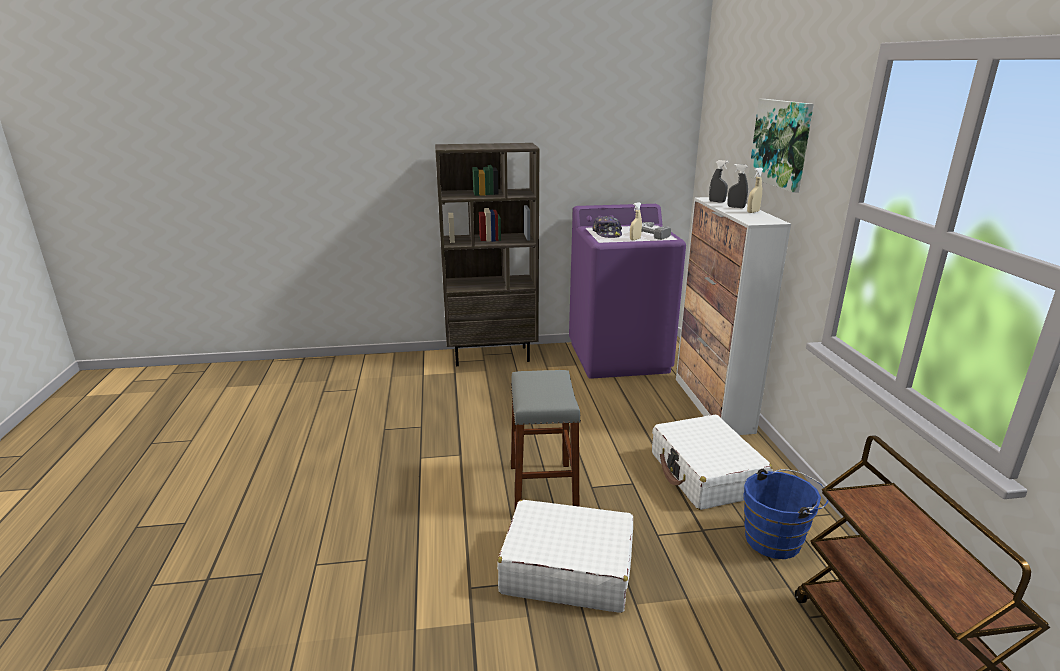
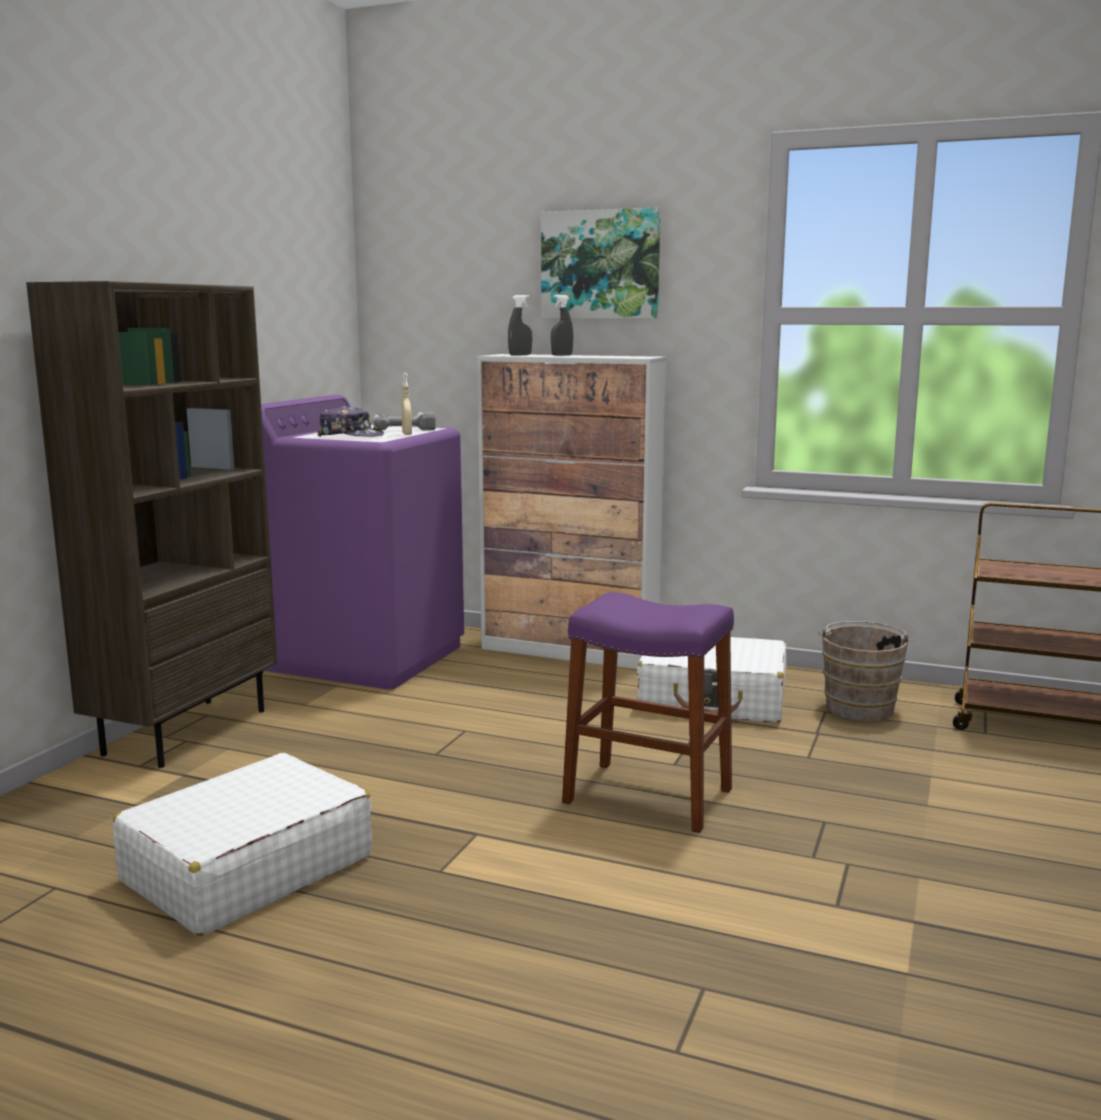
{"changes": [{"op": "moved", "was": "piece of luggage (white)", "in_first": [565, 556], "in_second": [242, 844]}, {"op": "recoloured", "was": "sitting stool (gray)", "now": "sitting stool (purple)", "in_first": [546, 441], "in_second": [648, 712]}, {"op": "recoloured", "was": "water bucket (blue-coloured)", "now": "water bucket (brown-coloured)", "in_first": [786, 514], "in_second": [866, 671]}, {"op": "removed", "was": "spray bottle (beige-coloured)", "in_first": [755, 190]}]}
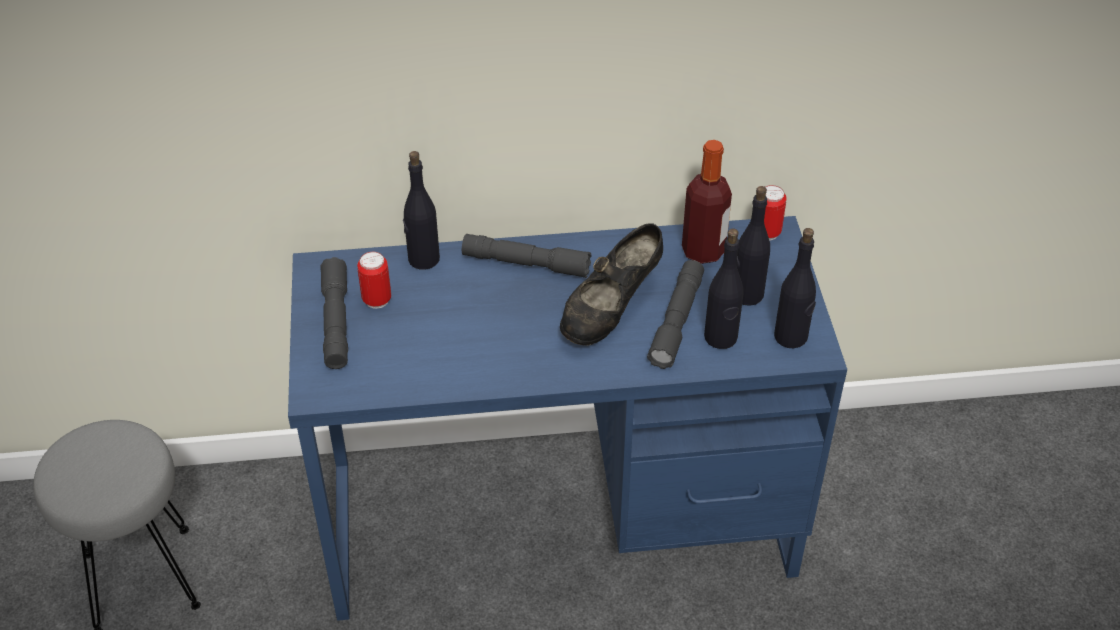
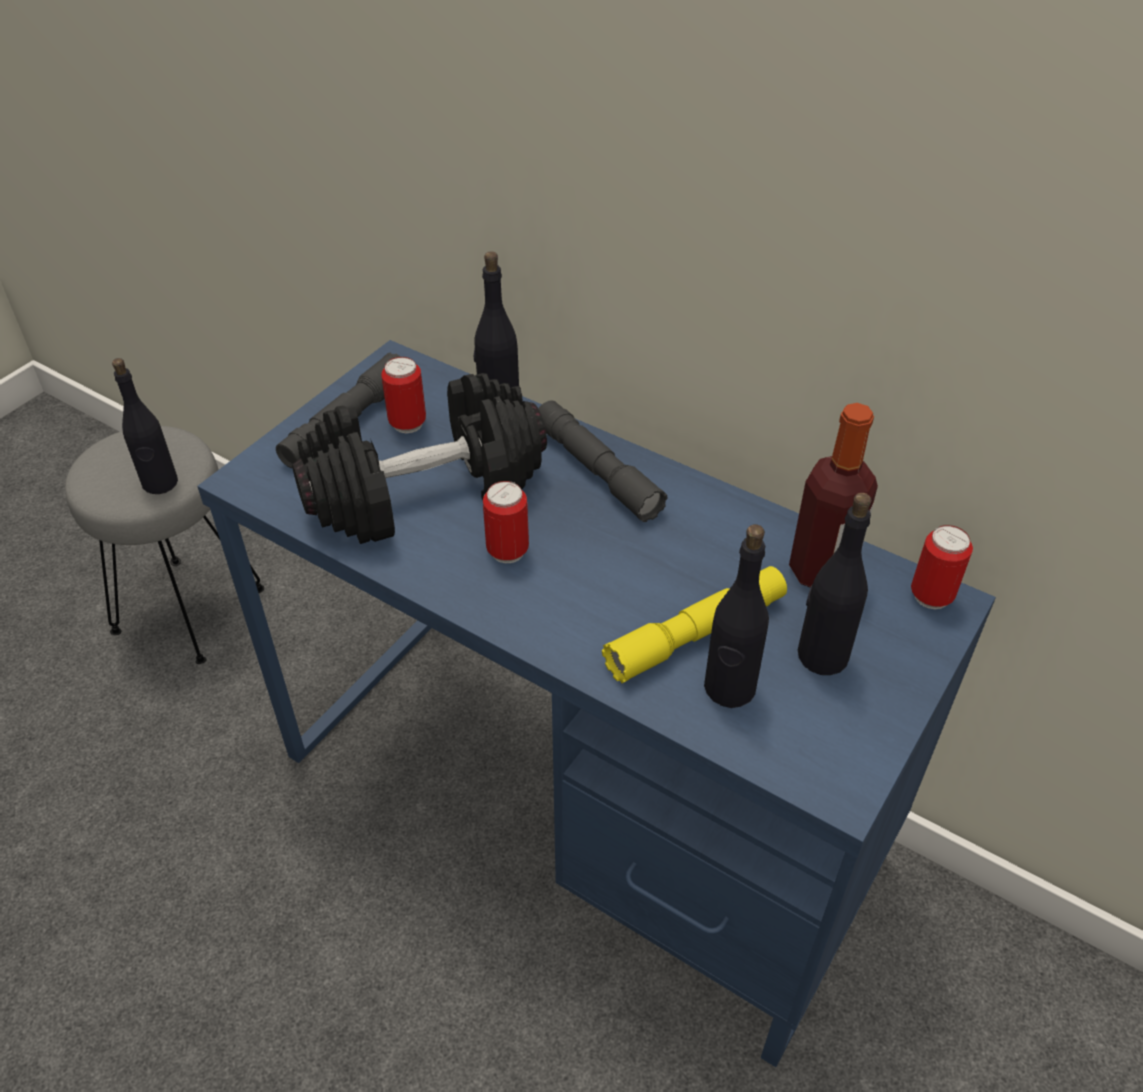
{"changes": [{"op": "moved", "was": "beverage bottle (black)", "in_first": [795, 288], "in_second": [145, 426]}, {"op": "added", "now": "free weight (black)", "in_second": [419, 458]}, {"op": "added", "now": "can", "in_second": [506, 522]}, {"op": "recoloured", "was": "torch (gray)", "now": "torch (yellow-coloured)", "in_first": [675, 314], "in_second": [694, 624]}, {"op": "removed", "was": "low shoe (black)", "in_first": [611, 284]}]}
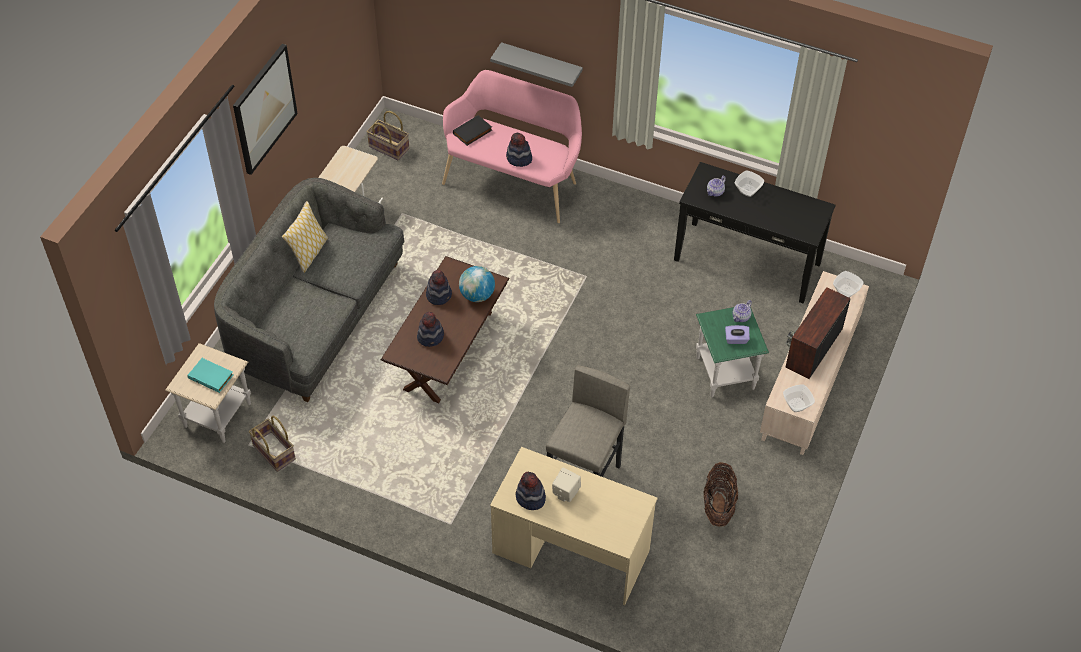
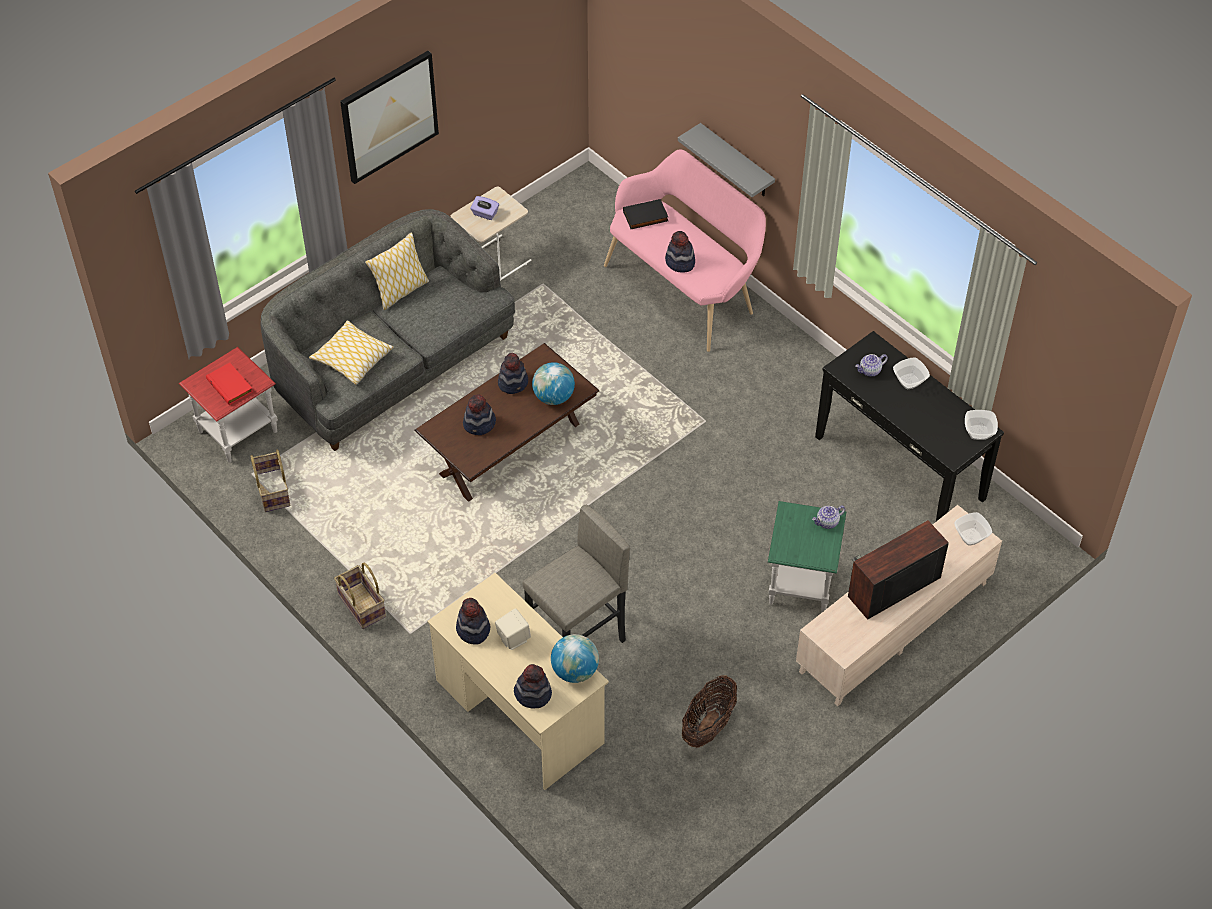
{"changes": [{"op": "recoloured", "was": "accent table (beige-coloured)", "now": "accent table (red)", "in_first": [208, 393], "in_second": [228, 405]}, {"op": "recoloured", "was": "book (blue-green)", "now": "book (red)", "in_first": [210, 375], "in_second": [229, 384]}, {"op": "added", "now": "throw pillow", "in_second": [351, 352]}, {"op": "moved", "was": "household basket", "in_first": [387, 136], "in_second": [360, 595]}, {"op": "moved", "was": "box of tissues (purple)", "in_first": [737, 334], "in_second": [484, 208]}, {"op": "added", "now": "hat", "in_second": [533, 686]}, {"op": "added", "now": "desk globe", "in_second": [575, 658]}, {"op": "moved", "was": "deep dish", "in_first": [799, 398], "in_second": [981, 425]}]}
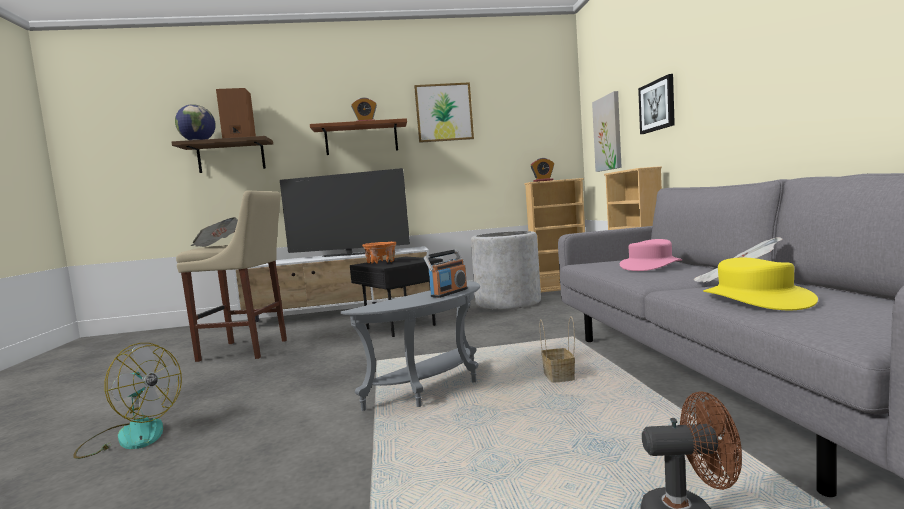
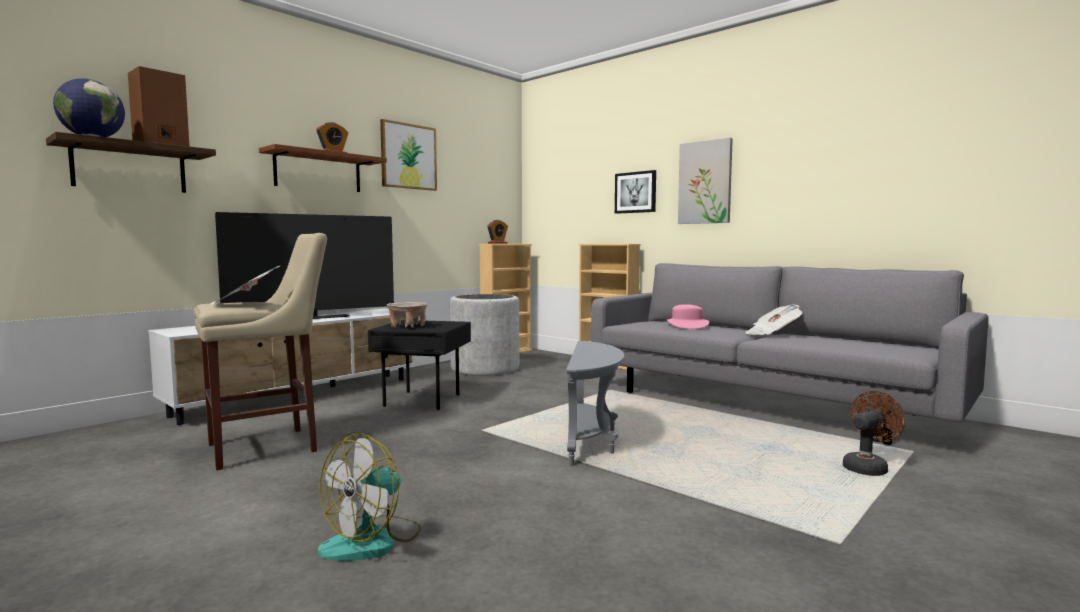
{"changes": [{"op": "turned", "was": "electric fan", "in_first": [127, 401], "in_second": [369, 497], "clockwise": 150}, {"op": "recoloured", "was": "deep dish (orange)", "now": "deep dish (beige-coloured)", "in_first": [379, 253], "in_second": [407, 315]}, {"op": "moved", "was": "wall art", "in_first": [607, 131], "in_second": [705, 181]}, {"op": "removed", "was": "radio", "in_first": [446, 273]}, {"op": "removed", "was": "household basket", "in_first": [557, 349]}, {"op": "removed", "was": "hat (yellow-coloured)", "in_first": [760, 284]}]}
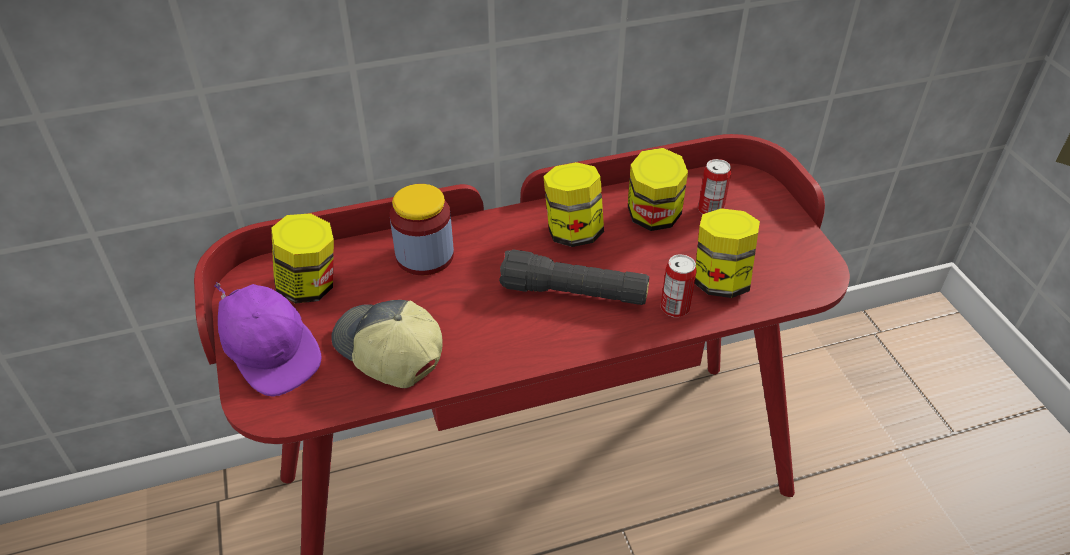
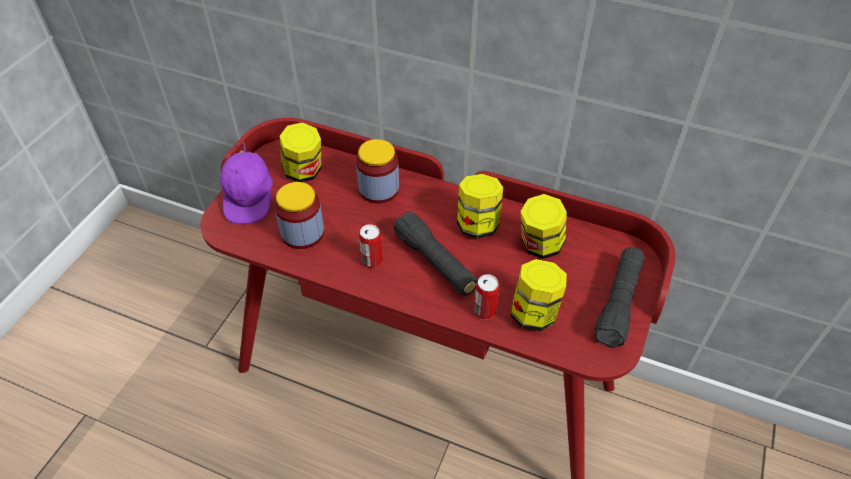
{"changes": [{"op": "replaced", "was": "baseball cap", "now": "preserve jar", "in_first": [386, 344], "in_second": [299, 215]}, {"op": "moved", "was": "can", "in_first": [714, 186], "in_second": [371, 246]}, {"op": "added", "now": "torch (black)", "in_second": [619, 297]}]}
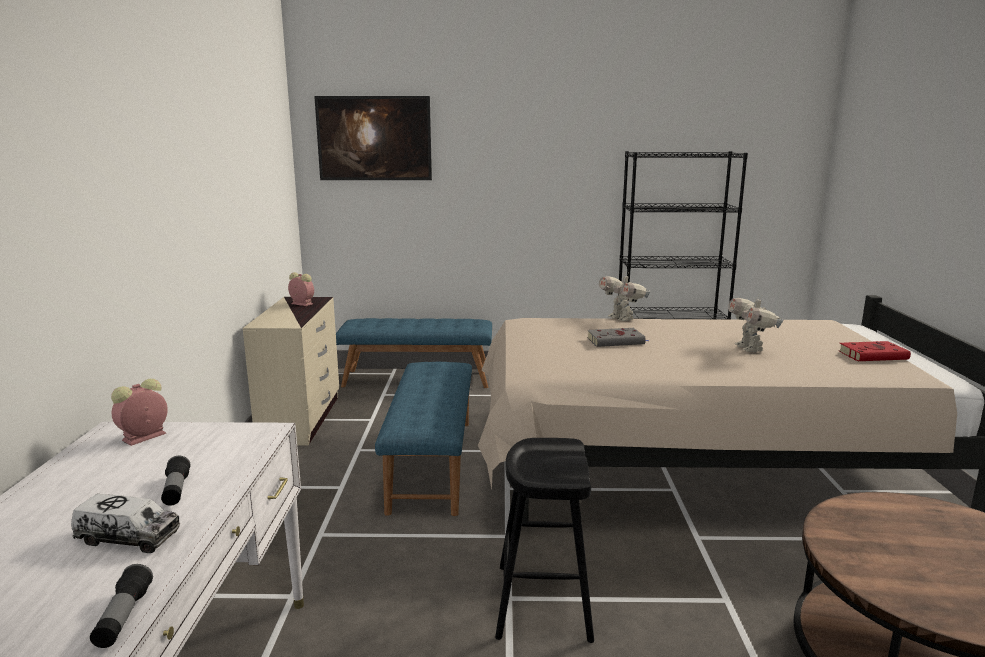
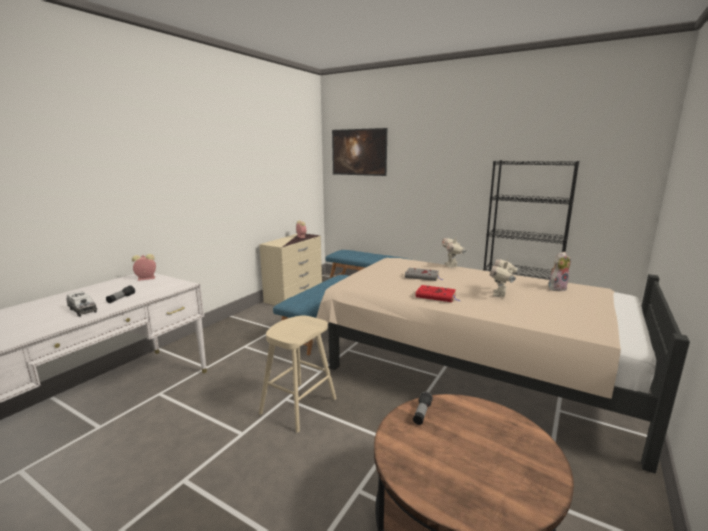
{"changes": [{"op": "recoloured", "was": "sitting stool (black)", "now": "sitting stool (beige-coloured)", "in_first": [544, 540], "in_second": [298, 374]}, {"op": "moved", "was": "torch", "in_first": [121, 606], "in_second": [423, 408]}, {"op": "moved", "was": "book (red)", "in_first": [874, 351], "in_second": [437, 293]}, {"op": "added", "now": "plush toy", "in_second": [560, 271]}]}
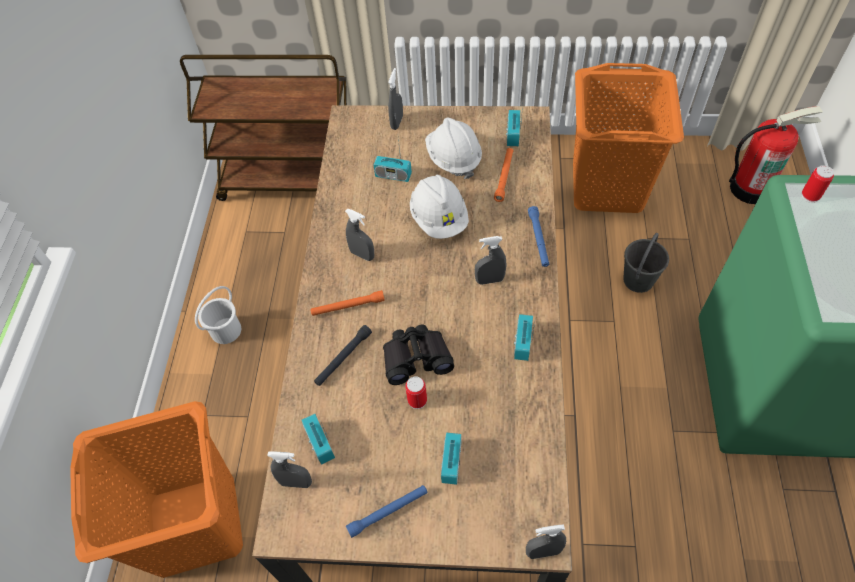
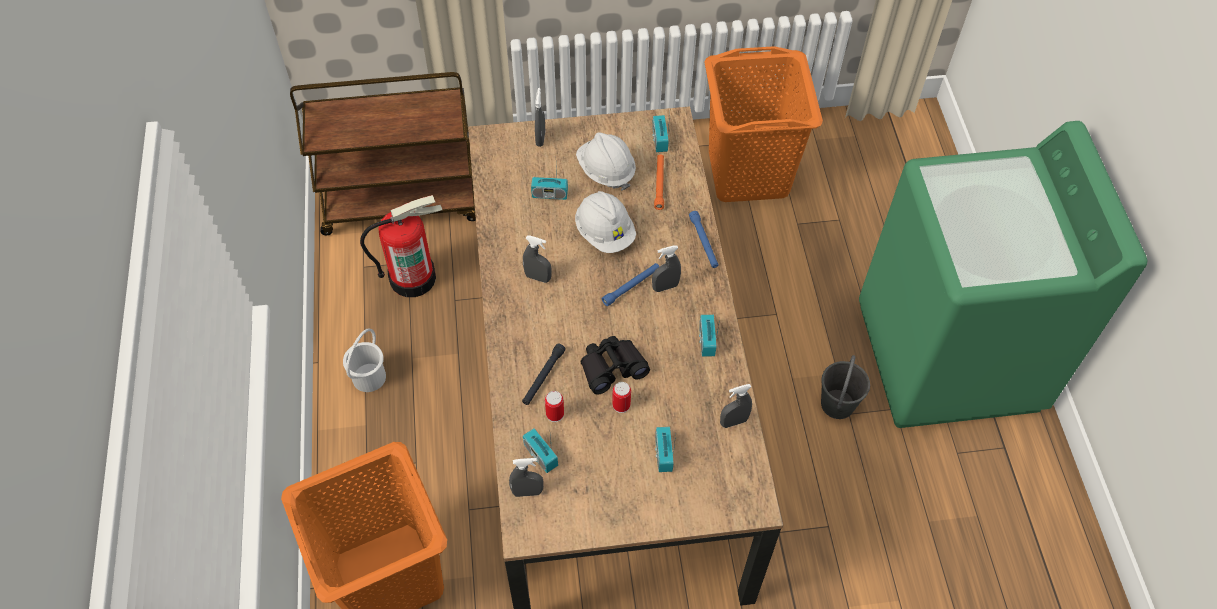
{"changes": [{"op": "moved", "was": "fire extinguisher", "in_first": [776, 155], "in_second": [401, 246]}, {"op": "moved", "was": "can", "in_first": [817, 184], "in_second": [554, 406]}, {"op": "moved", "was": "torch (blue-coloured)", "in_first": [386, 511], "in_second": [631, 284]}, {"op": "moved", "was": "spray bottle (gray)", "in_first": [546, 542], "in_second": [736, 406]}, {"op": "moved", "was": "water bucket (gray)", "in_first": [646, 263], "in_second": [845, 387]}, {"op": "removed", "was": "torch (orange)", "in_first": [348, 303]}]}
